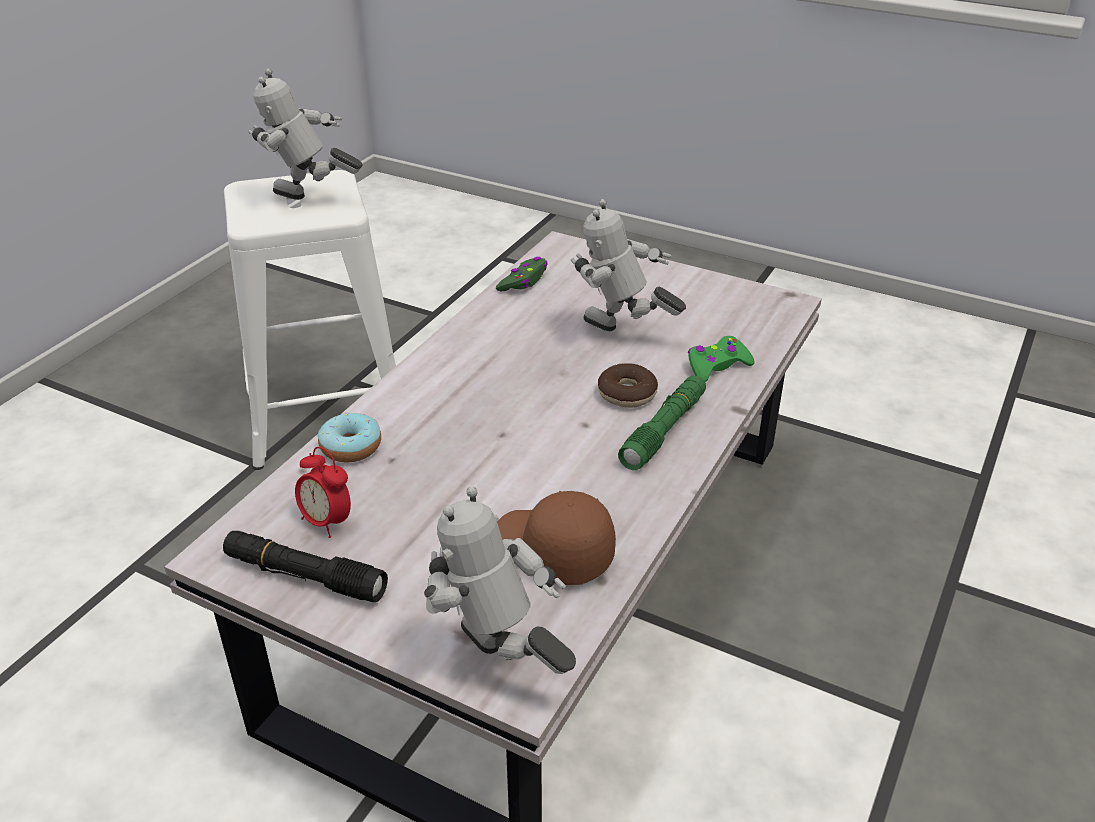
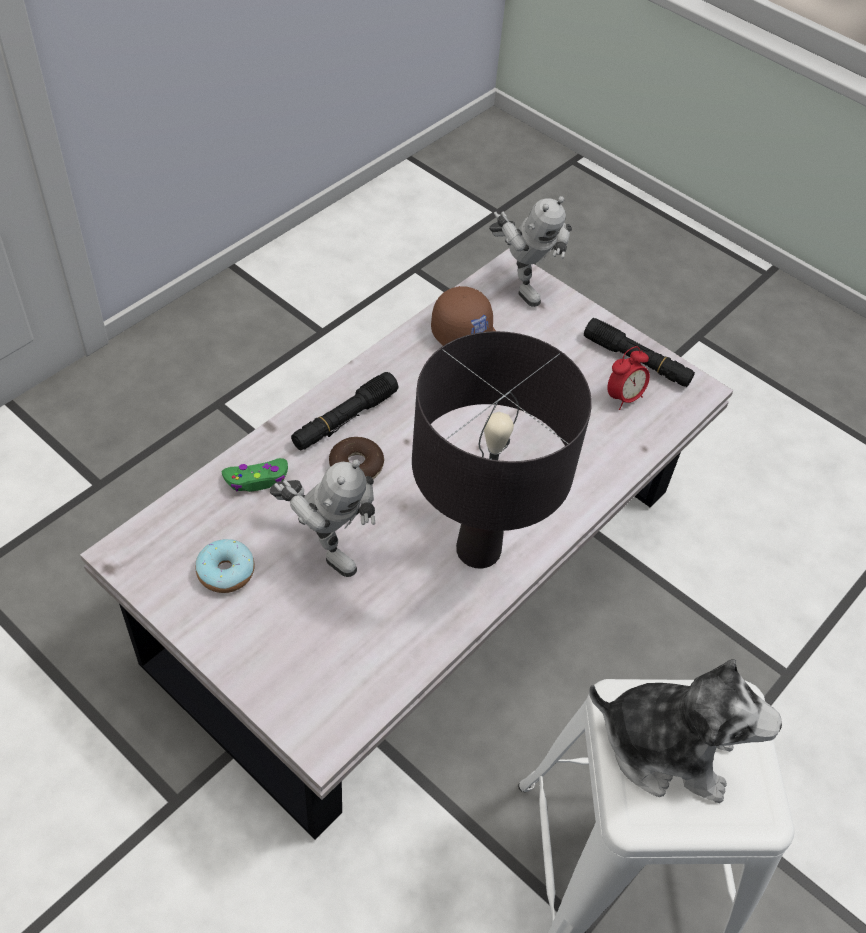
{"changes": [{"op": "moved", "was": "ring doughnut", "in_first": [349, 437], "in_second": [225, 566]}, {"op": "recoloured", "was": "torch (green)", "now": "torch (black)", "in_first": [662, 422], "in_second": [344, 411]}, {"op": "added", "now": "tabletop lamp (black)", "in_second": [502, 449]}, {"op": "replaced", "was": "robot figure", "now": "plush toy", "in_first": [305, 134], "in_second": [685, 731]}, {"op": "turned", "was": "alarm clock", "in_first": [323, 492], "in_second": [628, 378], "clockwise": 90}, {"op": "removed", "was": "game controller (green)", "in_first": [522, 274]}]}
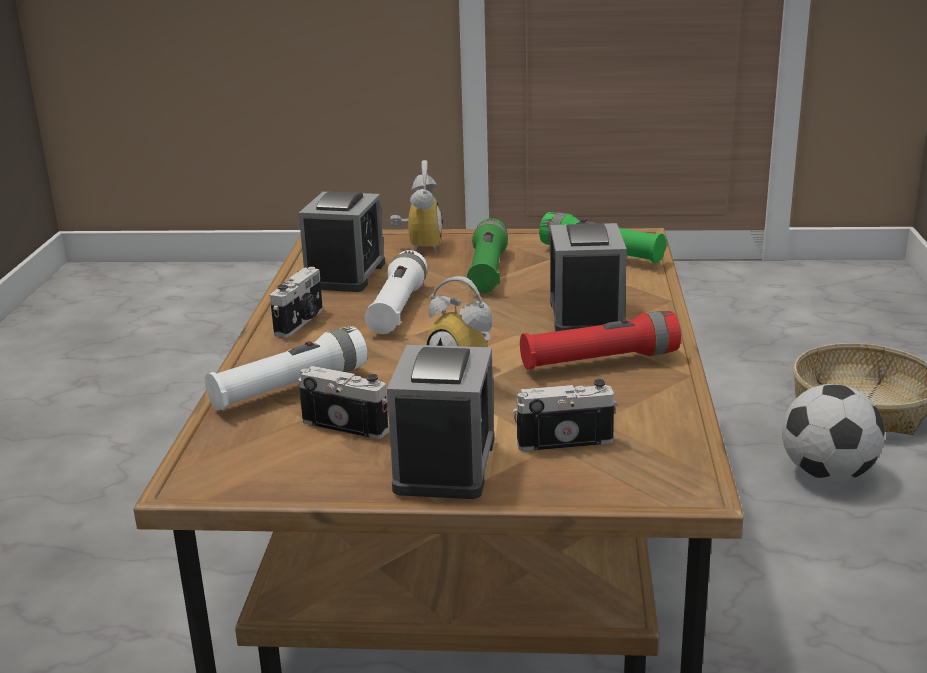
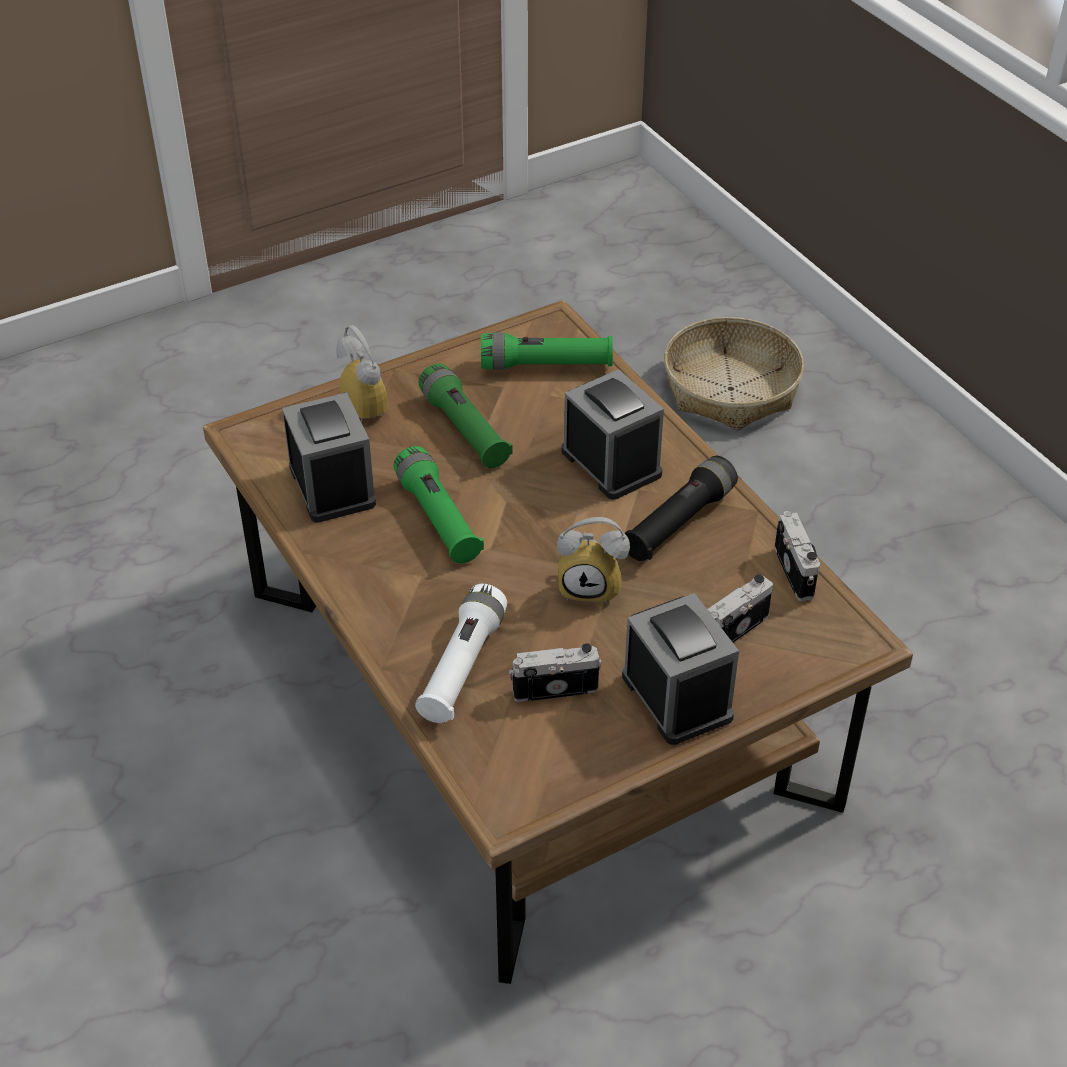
{"changes": [{"op": "recoloured", "was": "torch (white)", "now": "torch (green)", "in_first": [396, 292], "in_second": [439, 505]}, {"op": "recoloured", "was": "torch (red)", "now": "torch (black)", "in_first": [600, 340], "in_second": [681, 508]}, {"op": "moved", "was": "still camera", "in_first": [296, 302], "in_second": [797, 556]}, {"op": "removed", "was": "football", "in_first": [833, 433]}]}
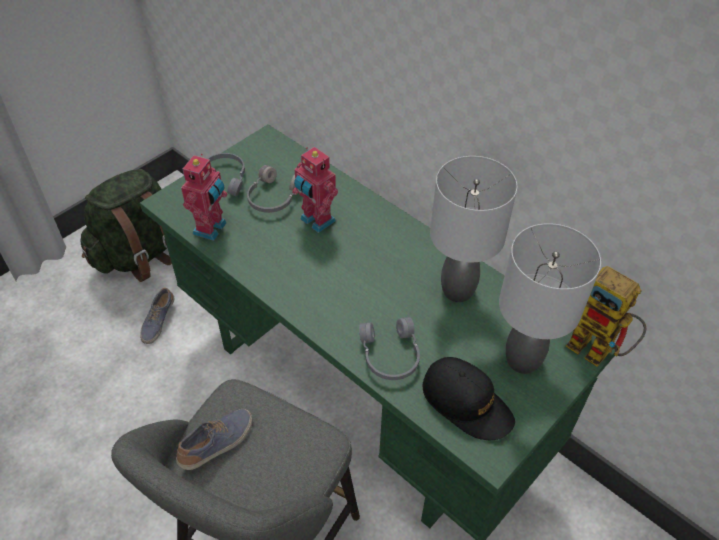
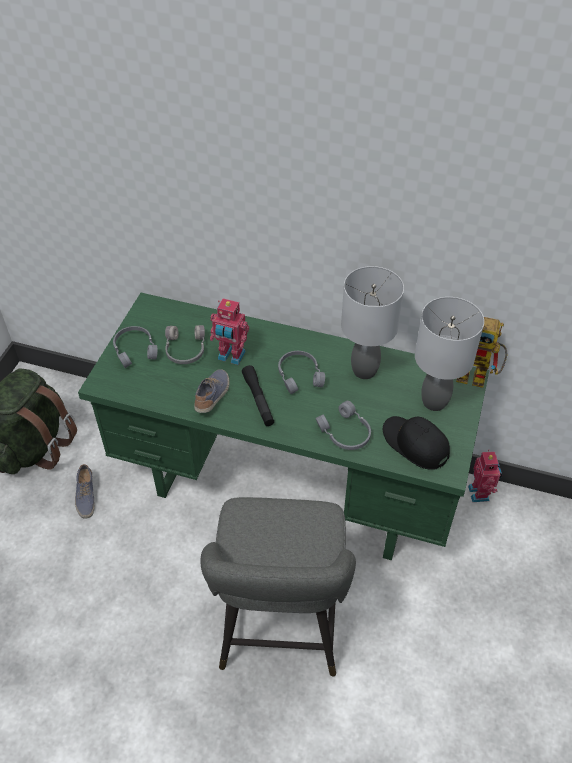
{"changes": [{"op": "moved", "was": "low shoe", "in_first": [214, 439], "in_second": [212, 391]}, {"op": "added", "now": "torch (black)", "in_second": [258, 395]}, {"op": "added", "now": "headphones (gray)", "in_second": [301, 372]}, {"op": "turned", "was": "baseball cap (black)", "in_first": [469, 398], "in_second": [416, 443], "clockwise": -150}, {"op": "moved", "was": "robot figure", "in_first": [204, 197], "in_second": [485, 475]}]}
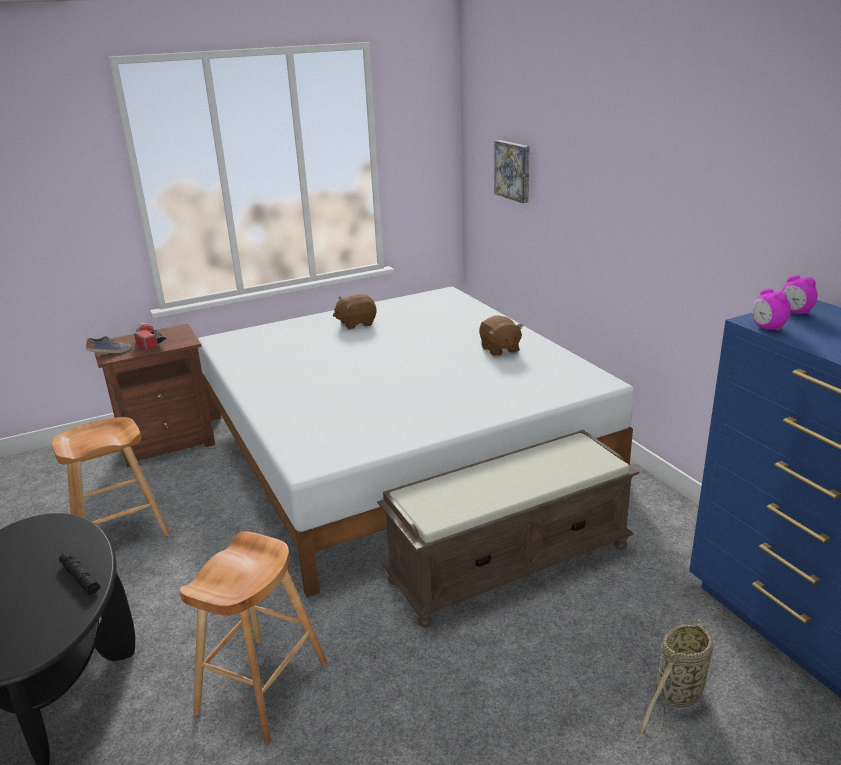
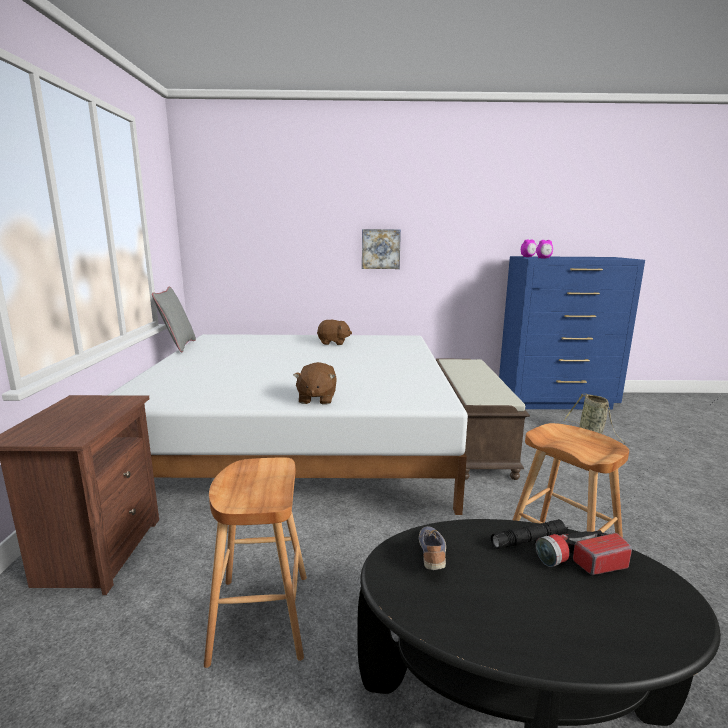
{"changes": [{"op": "added", "now": "throw pillow (gray)", "in_second": [174, 319]}, {"op": "moved", "was": "plush toy (brown-coloured)", "in_first": [355, 311], "in_second": [315, 383]}, {"op": "moved", "was": "wall art", "in_first": [512, 171], "in_second": [381, 249]}, {"op": "moved", "was": "low shoe", "in_first": [109, 344], "in_second": [432, 548]}, {"op": "moved", "was": "torch", "in_first": [150, 337], "in_second": [584, 552]}]}
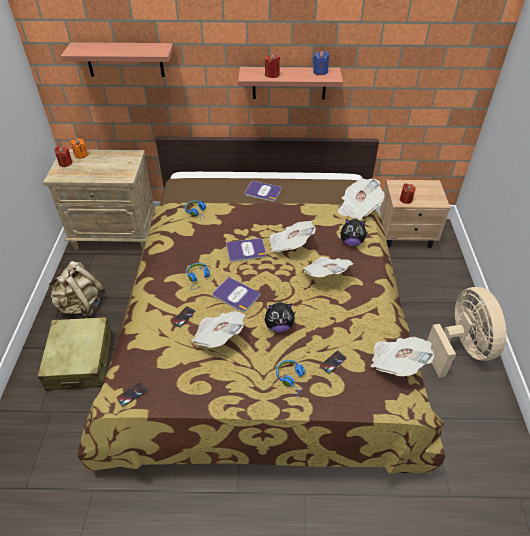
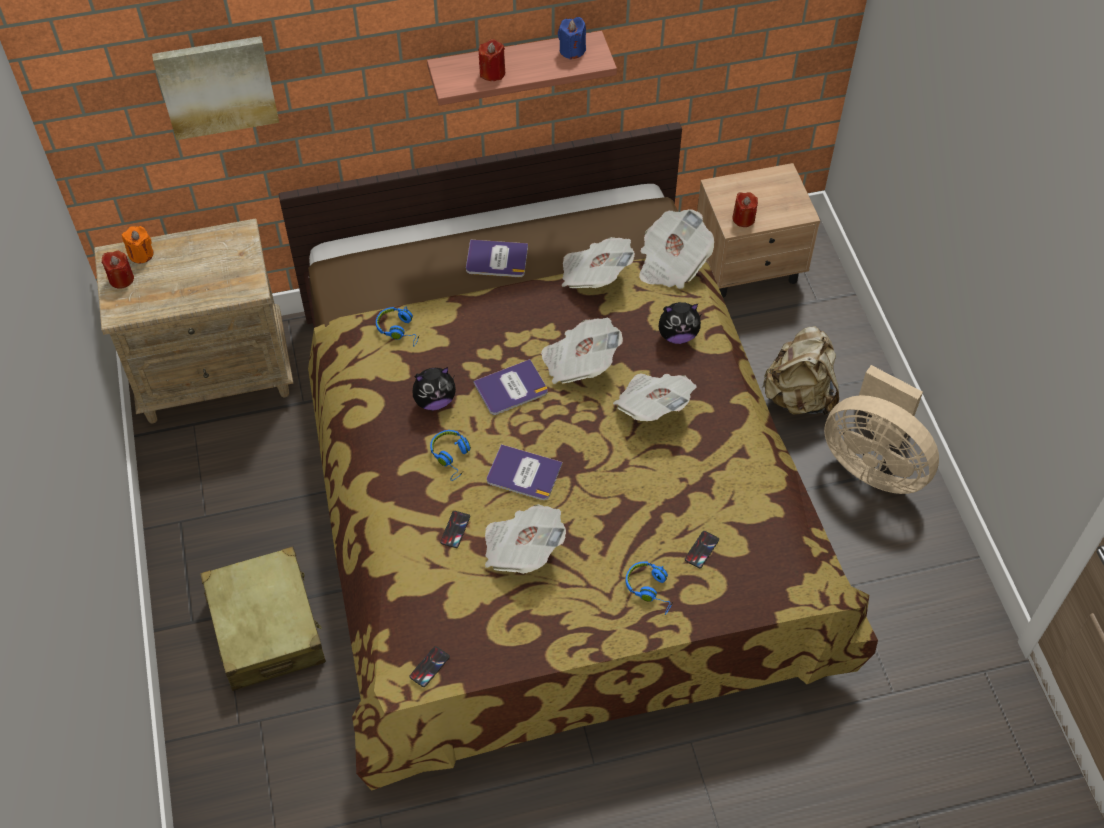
{"changes": [{"op": "replaced", "was": "wall shelf", "now": "wall art", "in_first": [117, 59], "in_second": [215, 88]}, {"op": "moved", "was": "plush toy", "in_first": [280, 317], "in_second": [434, 389]}, {"op": "moved", "was": "daily paper", "in_first": [402, 356], "in_second": [598, 262]}, {"op": "moved", "was": "knapsack (beige-coloured)", "in_first": [76, 289], "in_second": [800, 371]}, {"op": "turned", "was": "electric fan (beige-coloured)", "in_first": [466, 332], "in_second": [881, 429], "clockwise": 150}]}
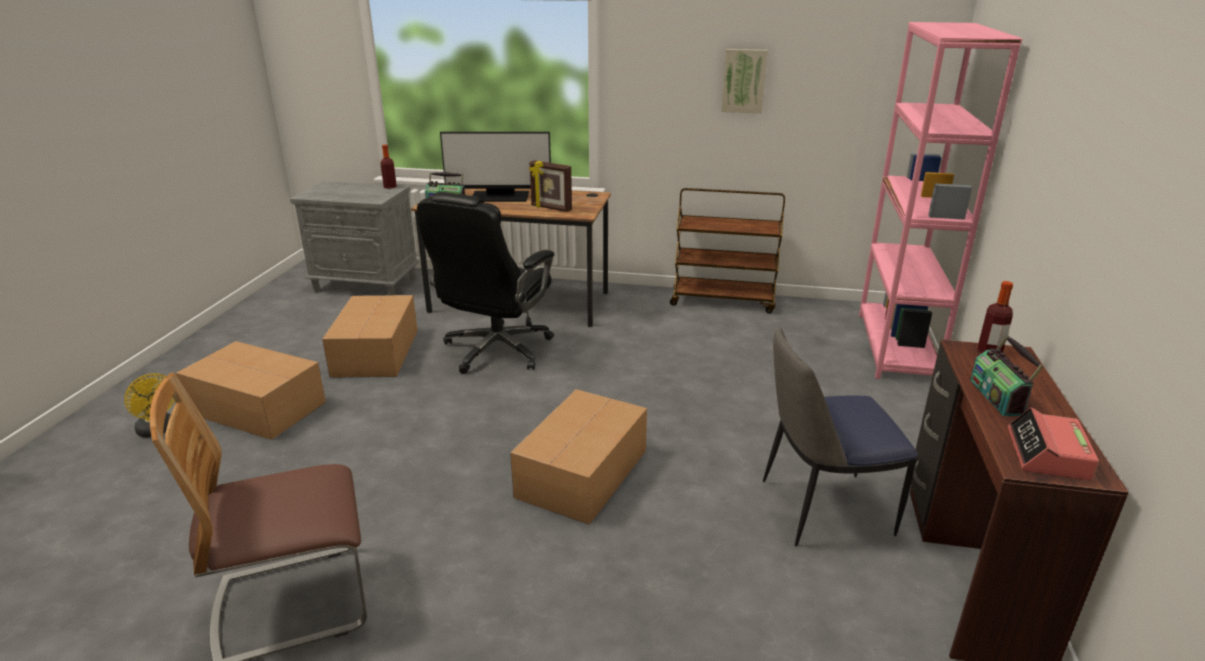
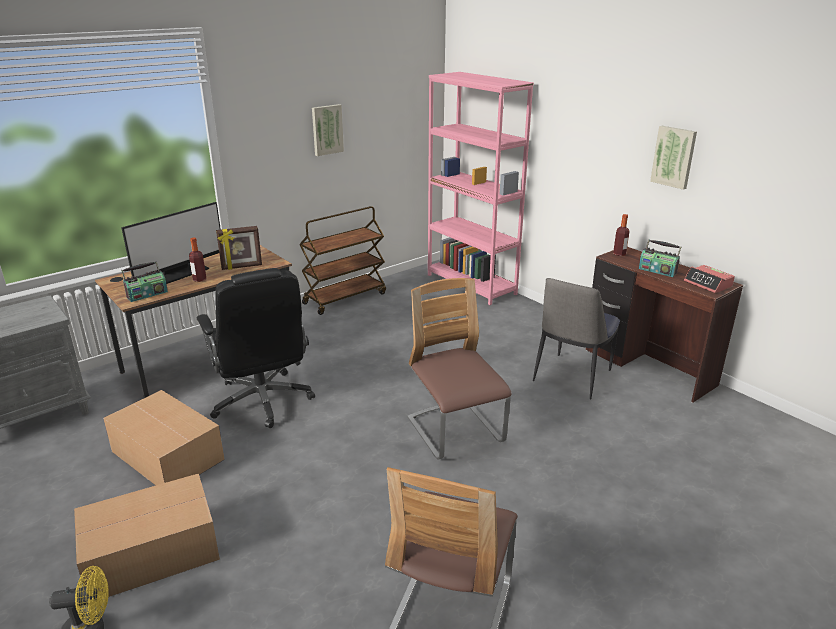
{"changes": [{"op": "moved", "was": "beverage bottle", "in_first": [389, 167], "in_second": [198, 260]}, {"op": "replaced", "was": "cardboard box", "now": "upright chair", "in_first": [578, 457], "in_second": [459, 369]}, {"op": "added", "now": "wall art", "in_second": [673, 158]}]}
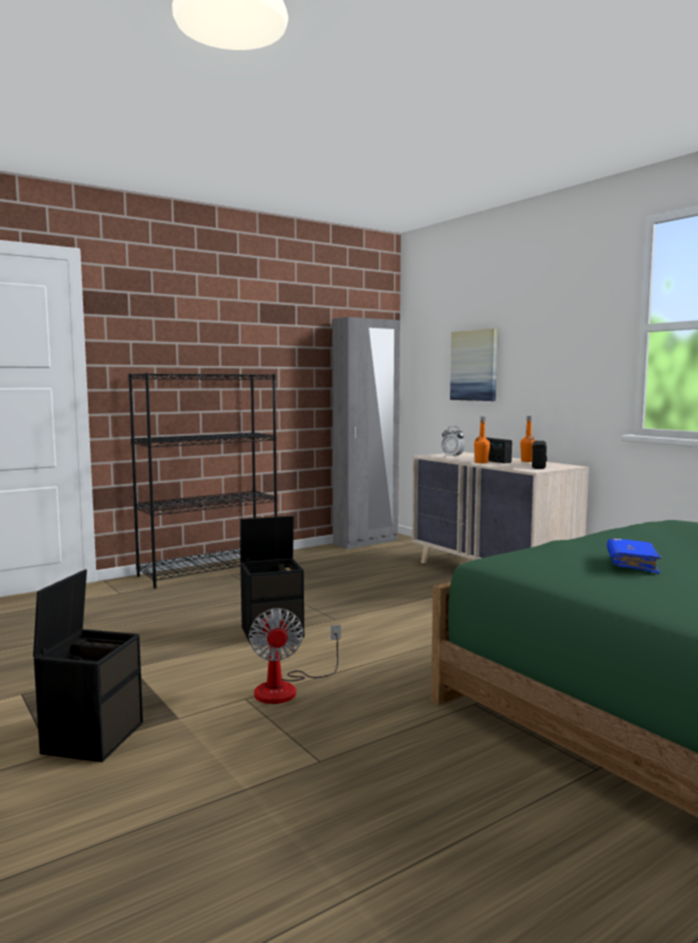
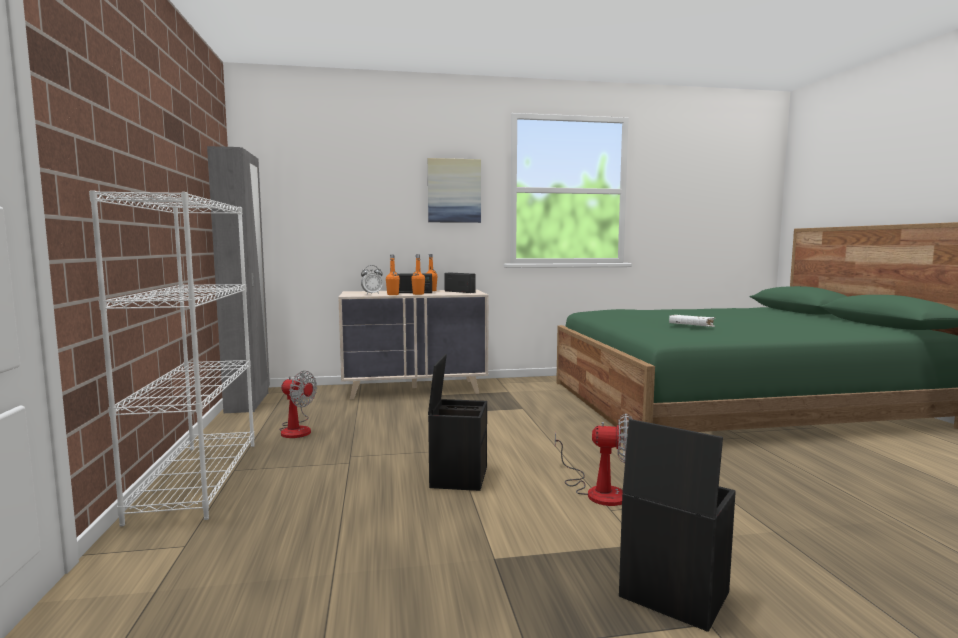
{"changes": [{"op": "recoloured", "was": "shelving unit (black)", "now": "shelving unit (white)", "in_first": [202, 481], "in_second": [172, 358]}, {"op": "added", "now": "electric fan", "in_second": [298, 404]}, {"op": "added", "now": "beverage bottle (orange)", "in_second": [393, 275]}, {"op": "moved", "was": "wall art", "in_first": [474, 364], "in_second": [454, 190]}, {"op": "recoloured", "was": "book (blue-coloured)", "now": "book (white)", "in_first": [634, 556], "in_second": [692, 321]}]}
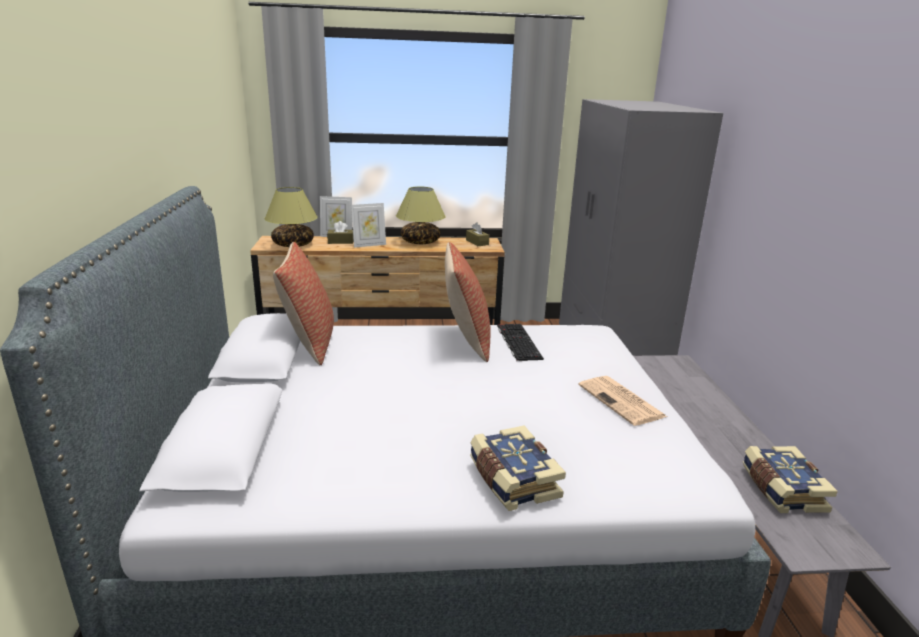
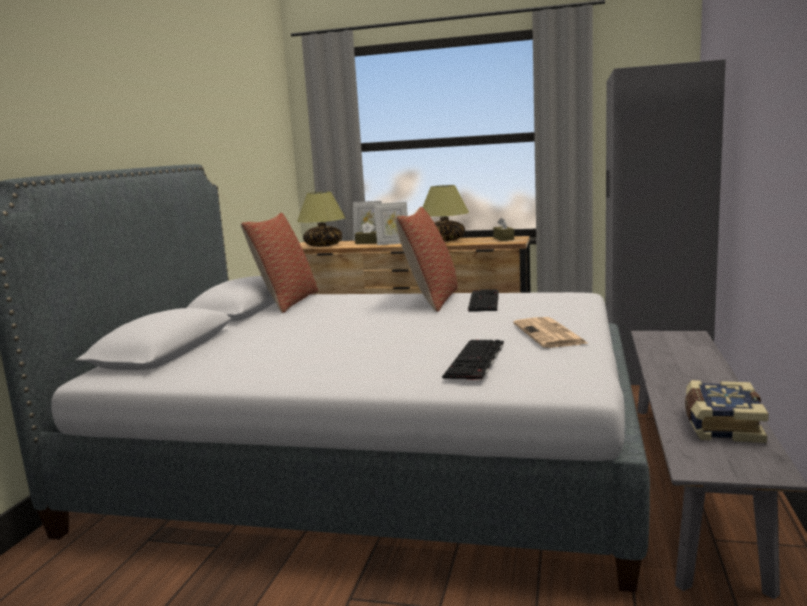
{"changes": [{"op": "added", "now": "PC keyboard", "in_second": [473, 360]}, {"op": "removed", "was": "book", "in_first": [518, 468]}]}
